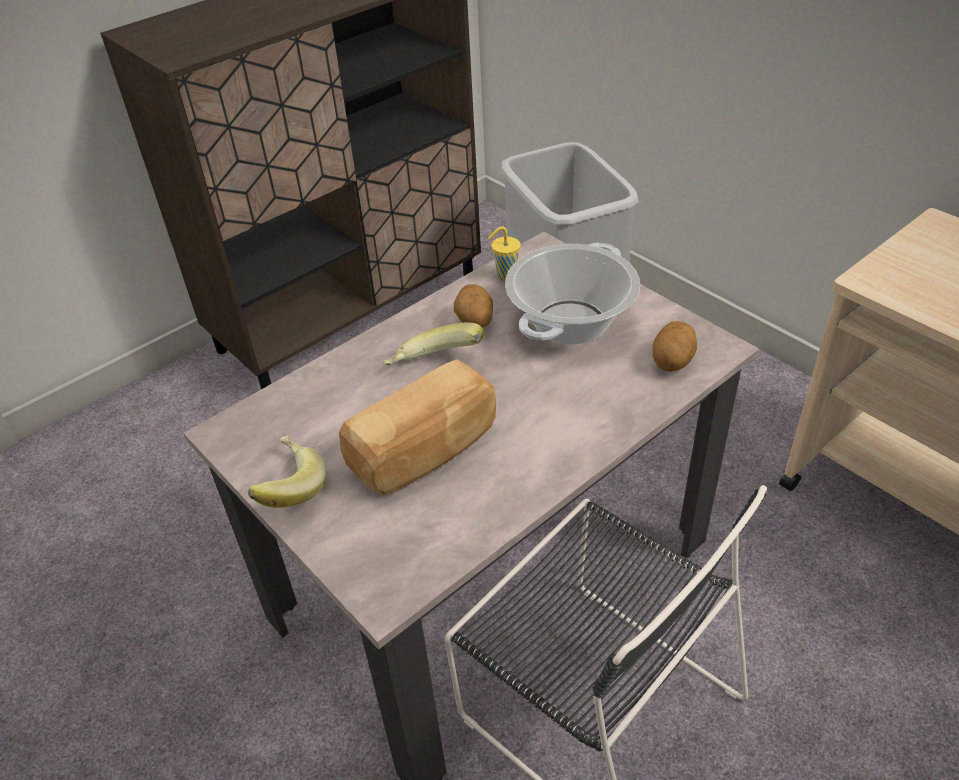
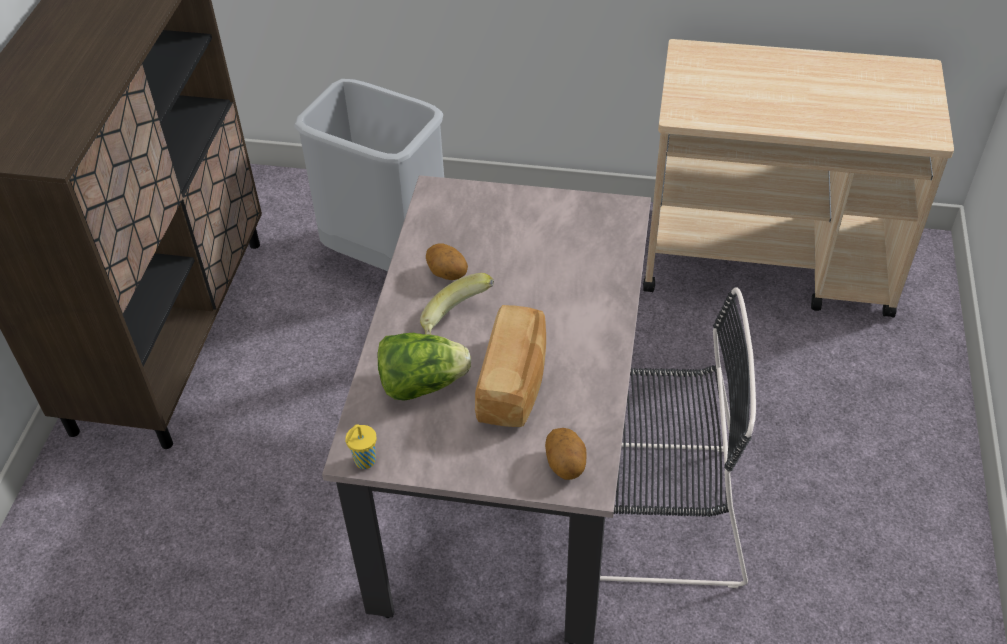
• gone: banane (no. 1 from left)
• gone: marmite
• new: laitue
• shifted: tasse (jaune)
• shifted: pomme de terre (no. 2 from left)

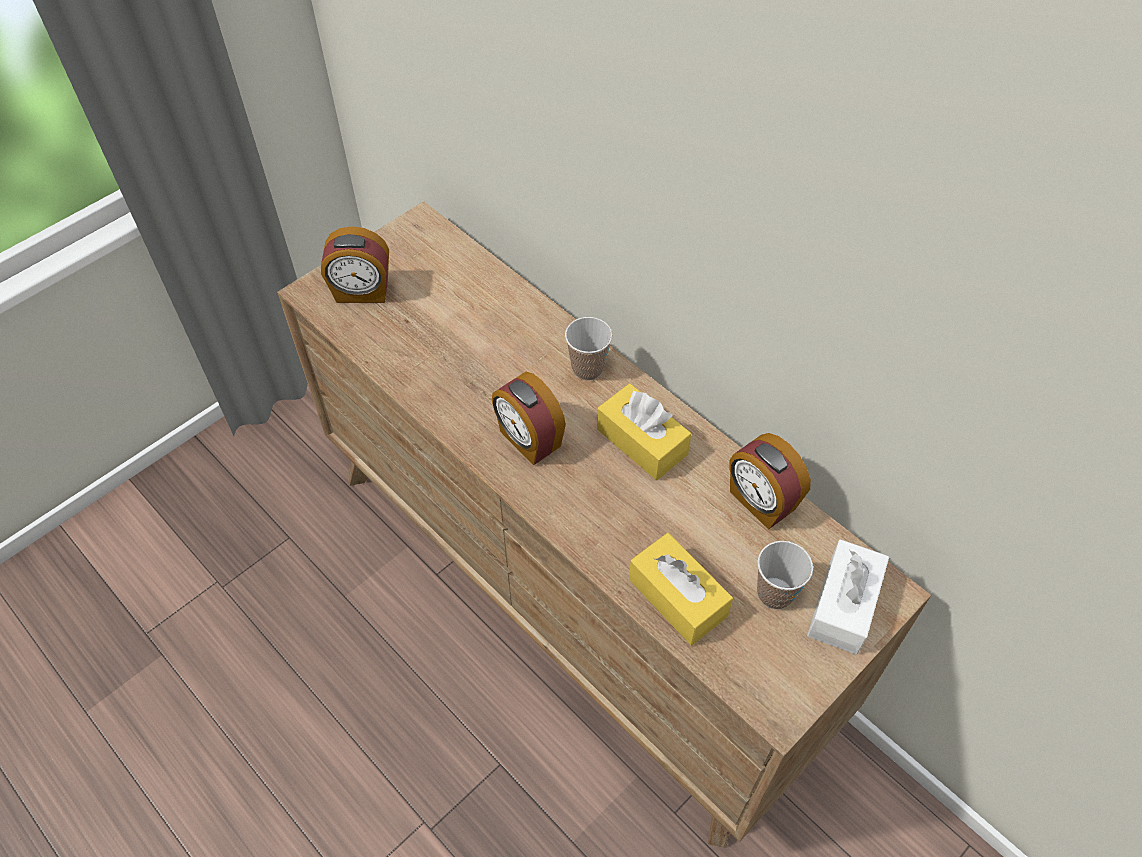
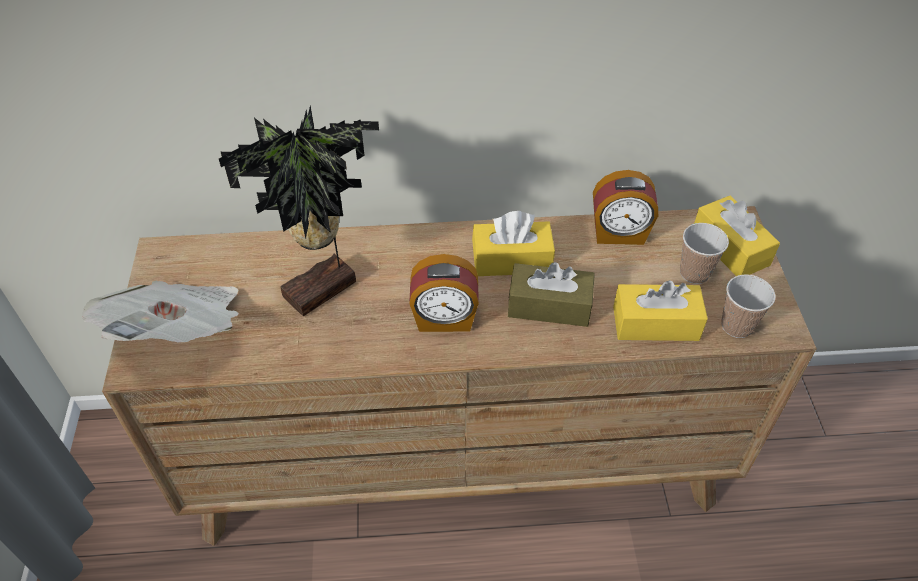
• new: plante en pot
• new: boîte à mouchoirs (marron)
• shifted: tasse (no. 1 from left in the first image) to tasse (no. 2 from left)
• swapped: réveil (no. 1 from left) to journal
• repainted: boîte à mouchoirs (blanc) to boîte à mouchoirs (jaune) (no. 3 from left)

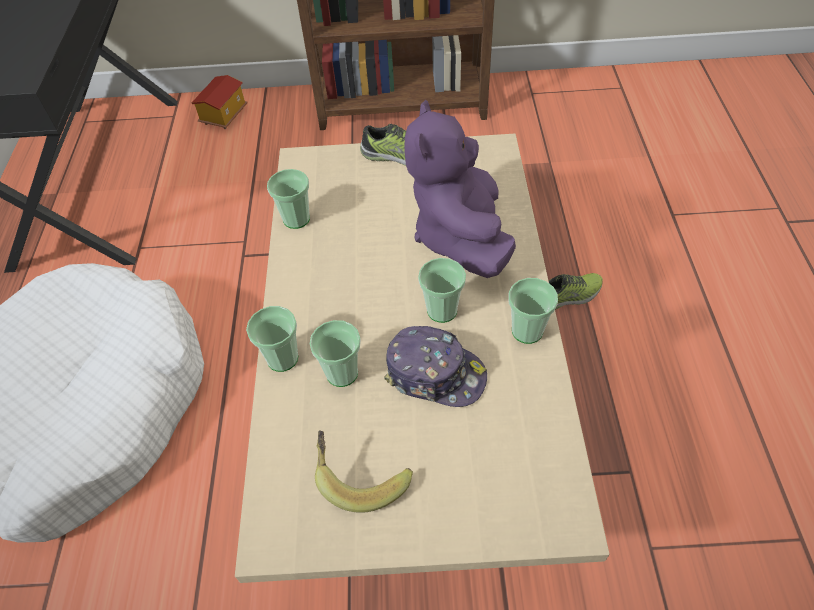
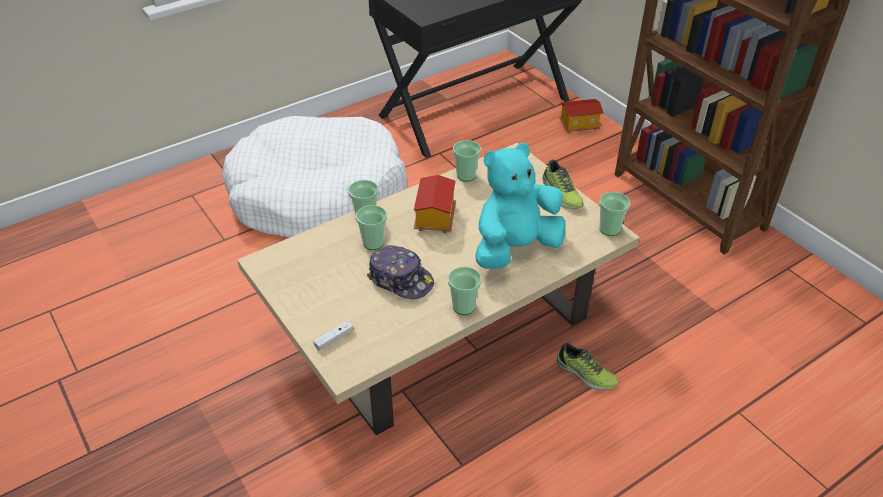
• gone: banane
• new: manette (blanc)
• new: maison miniature (no. 1 from left)
• shifted: tasse (no. 4 from left in the first image) to tasse (no. 5 from left)
• repainted: peluche (violet) to peluche (turquoise)
• rotated: casquette 45 degrees counterclockwise

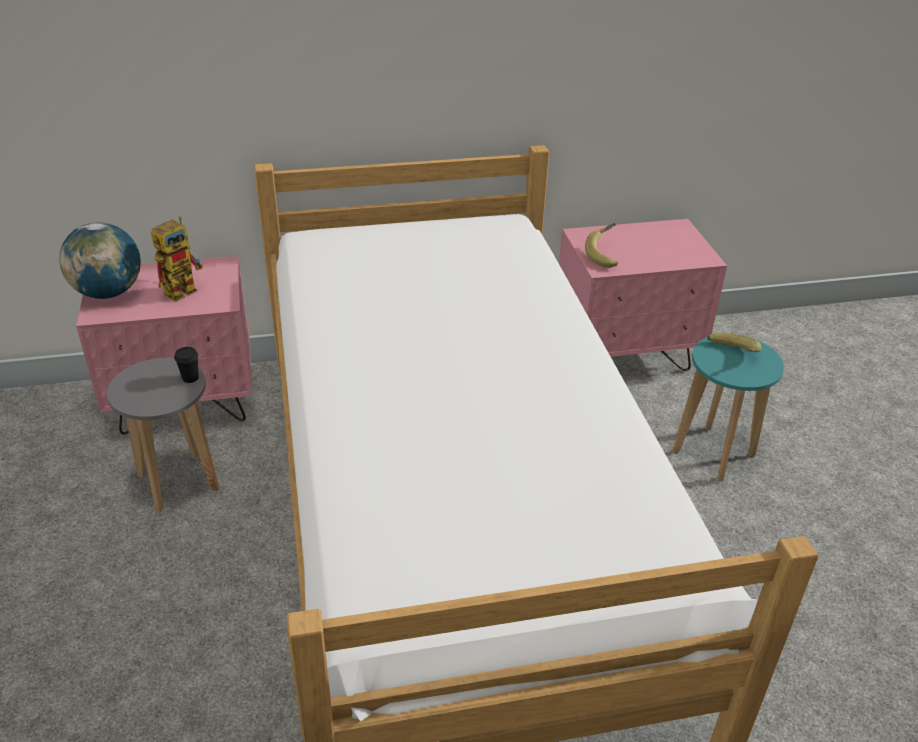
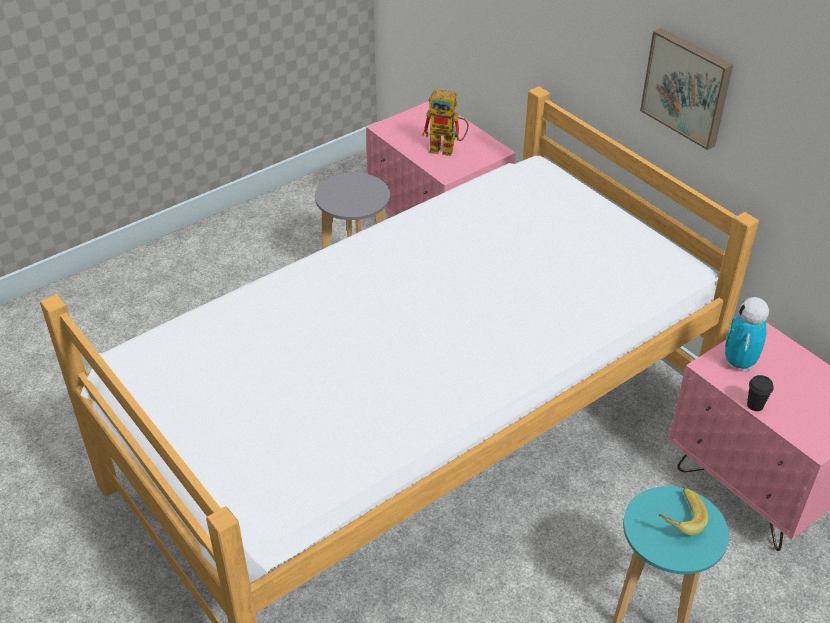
• gone: globe
• new: tableau
• shifted: tasse (noir)
• swapped: banane (no. 1 from left) to robot jouet (no. 2 from left)

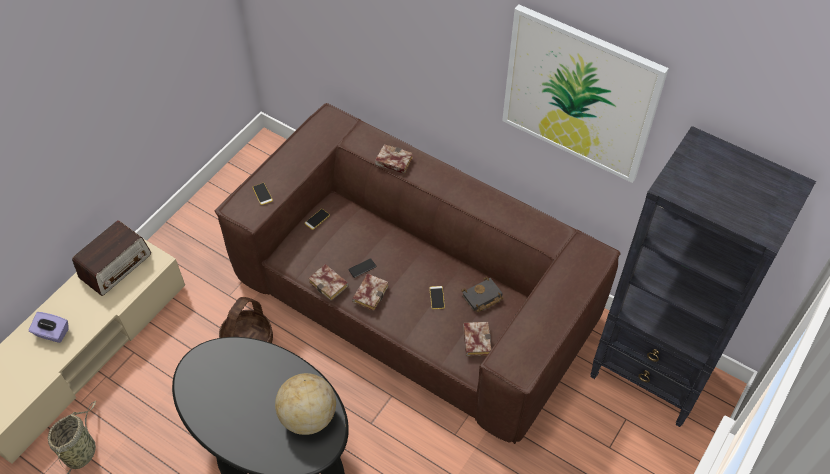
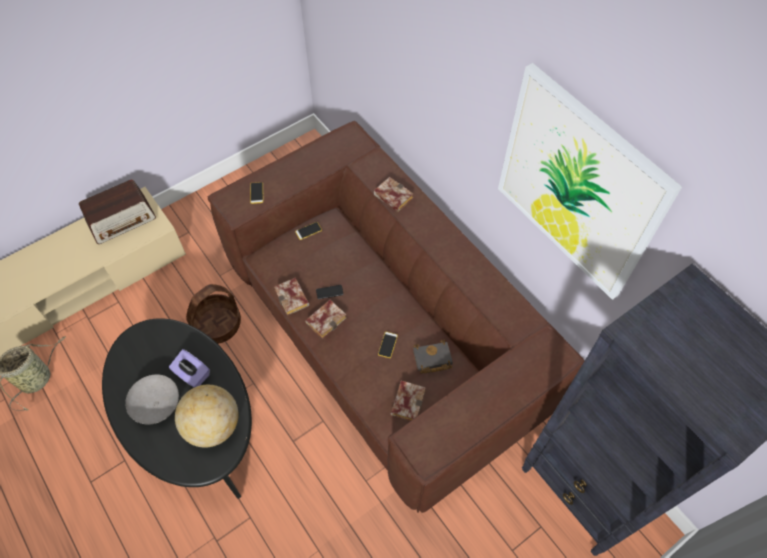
• new: bol (gris)
• shifted: boîte à mouchoirs (violet)

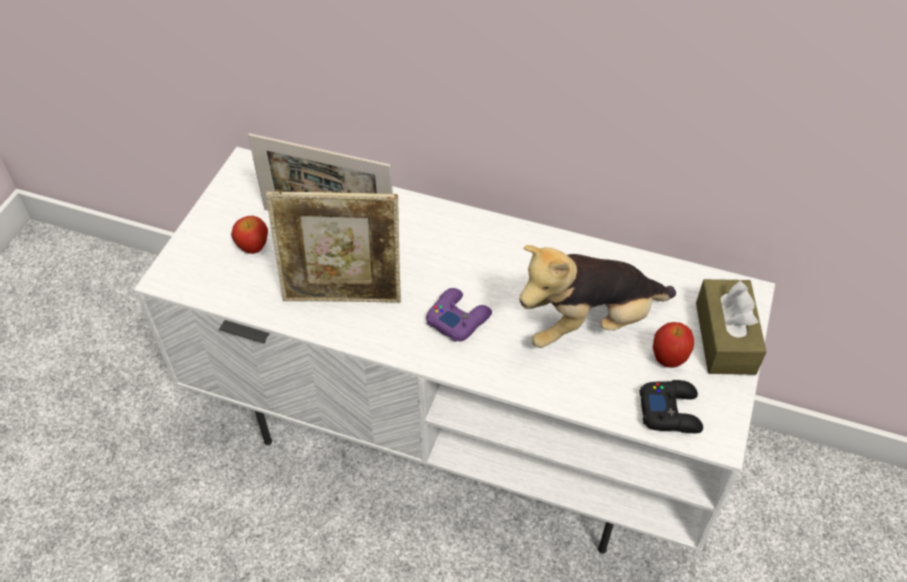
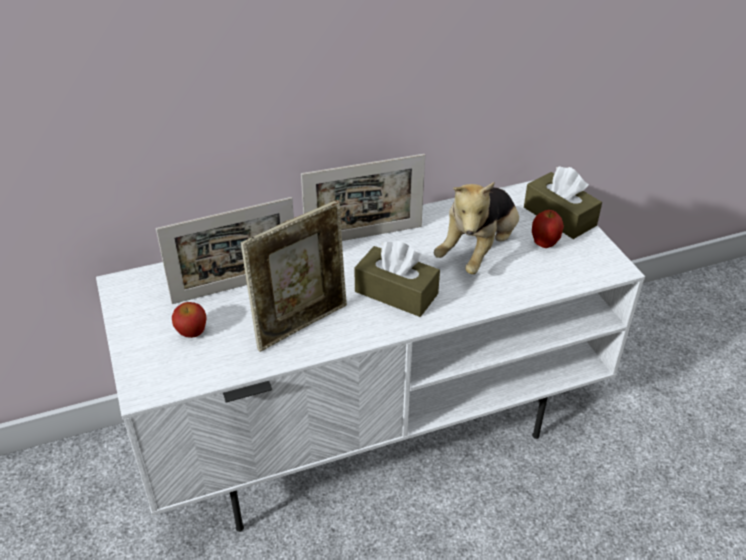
• gone: manette (noir)
• new: cadre photo (no. 3 from left)
• swapped: manette (violet) to boîte à mouchoirs (marron) (no. 1 from left)

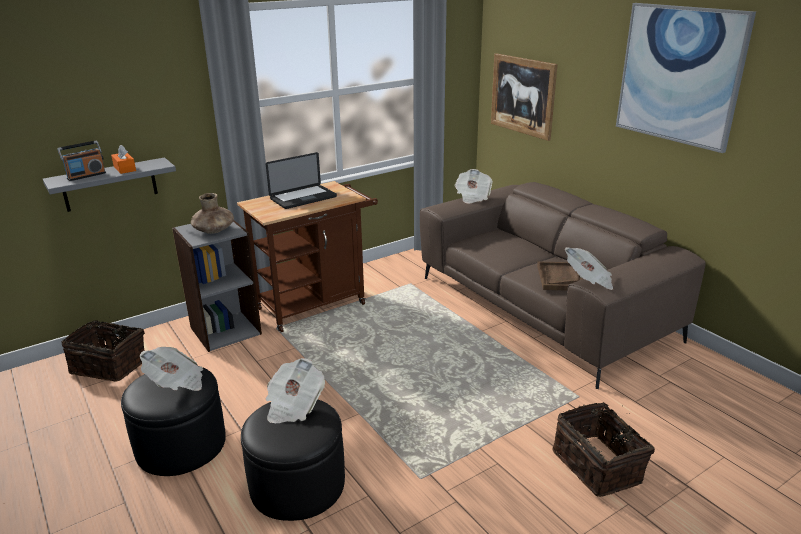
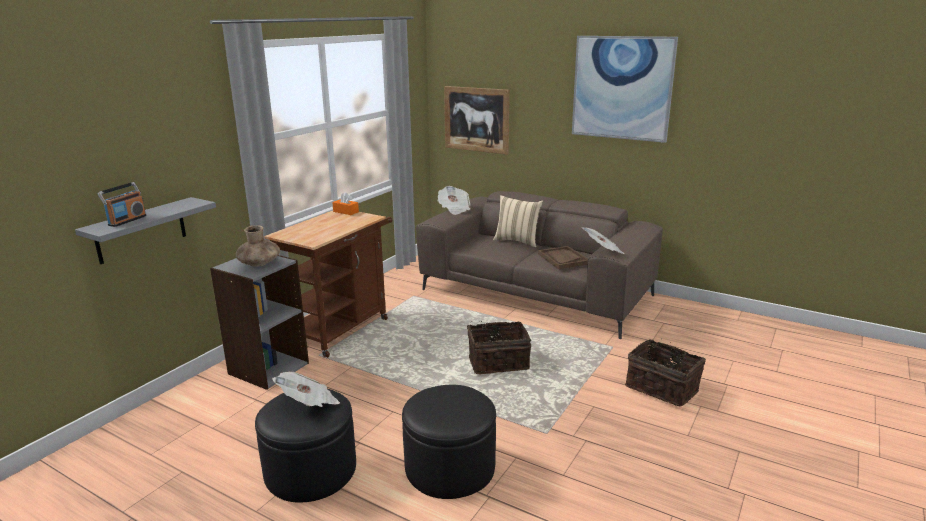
• gone: ordinateur portable
• gone: journal (no. 2 from left)
• new: coussin (beige)
• shifted: panier (no. 1 from left)
• shifted: boîte à mouchoirs (orange)

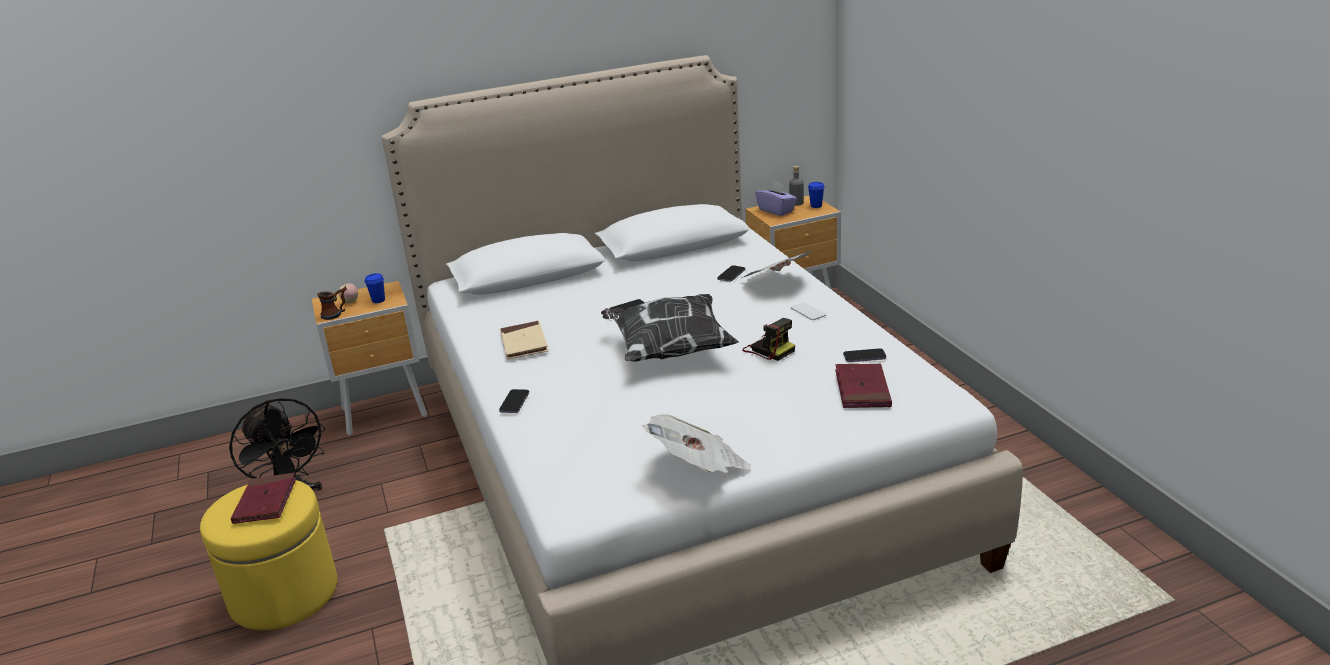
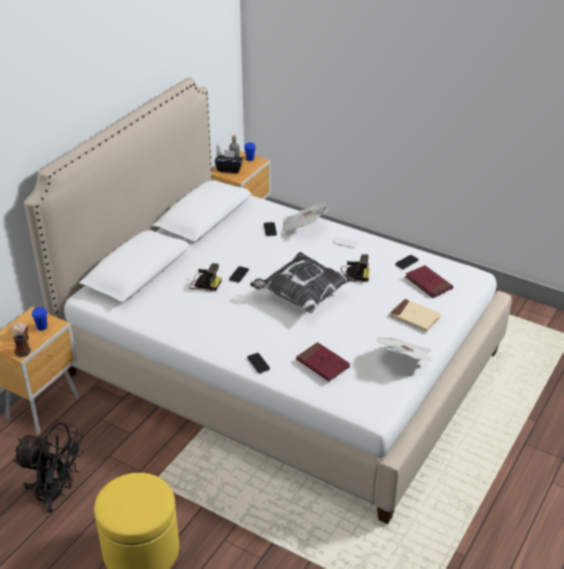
• new: appareil photo (no. 1 from left)
• shifted: livre (rouge) (no. 1 from left)
• shifted: livre (beige)
• repainted: boîte à mouchoirs (violet) to boîte à mouchoirs (noir)

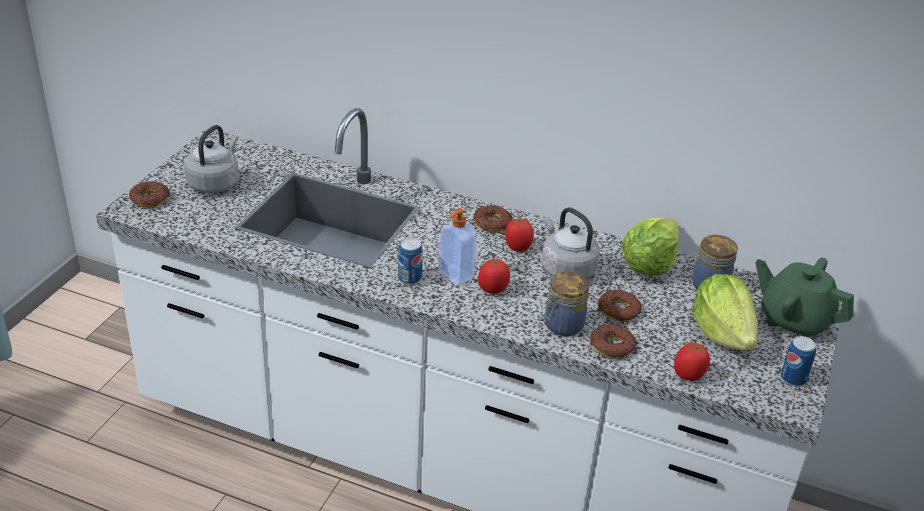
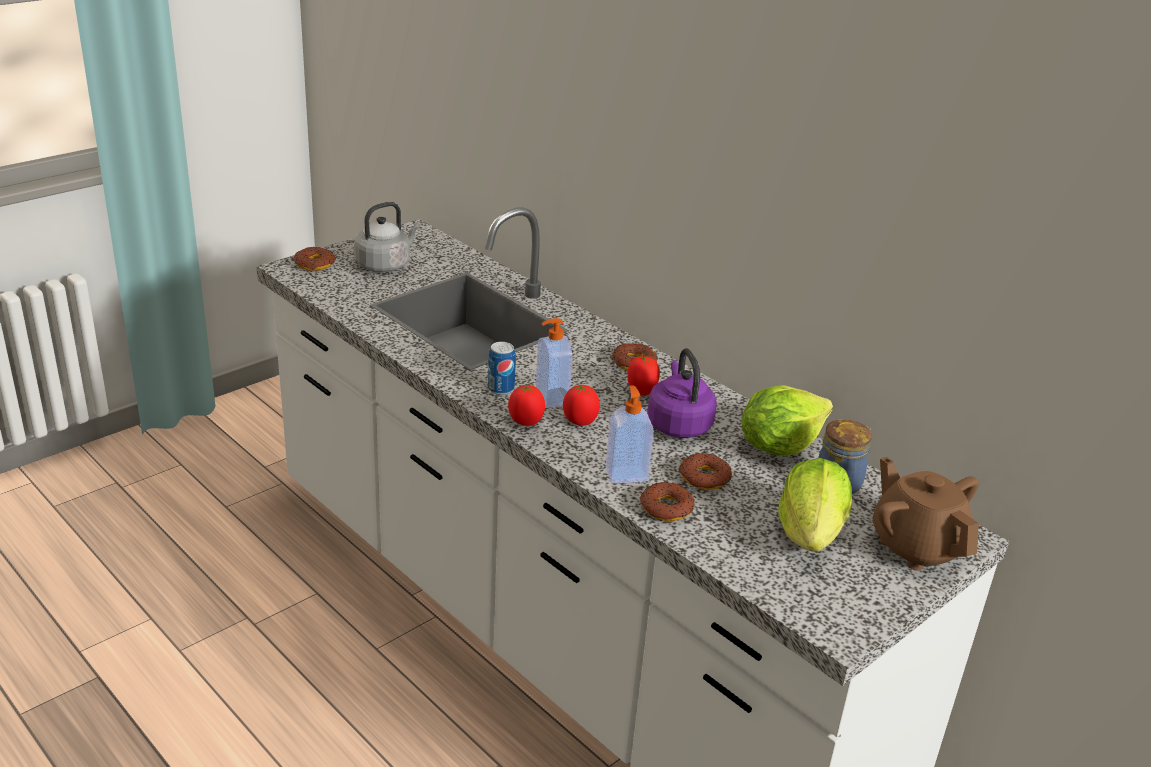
• gone: boîte métallique (no. 2 from left)
• shifted: tomate (no. 3 from left in the first image) to tomate (no. 1 from left)
• swapped: bocal (no. 1 from left) to distributeur de savon (no. 2 from left)
• repainted: bouilloire (gris) (no. 2 from left) to bouilloire (violet)
• repainted: théière (vert) to théière (marron)

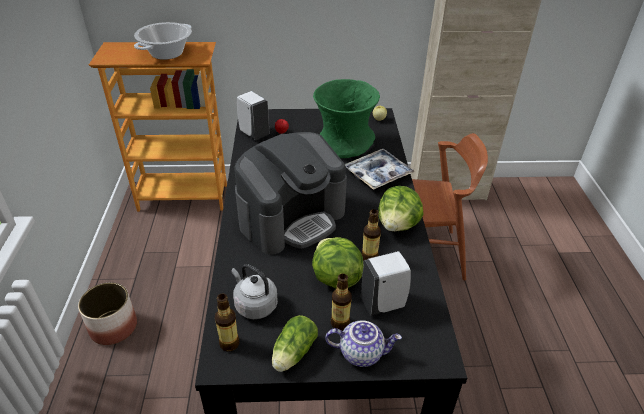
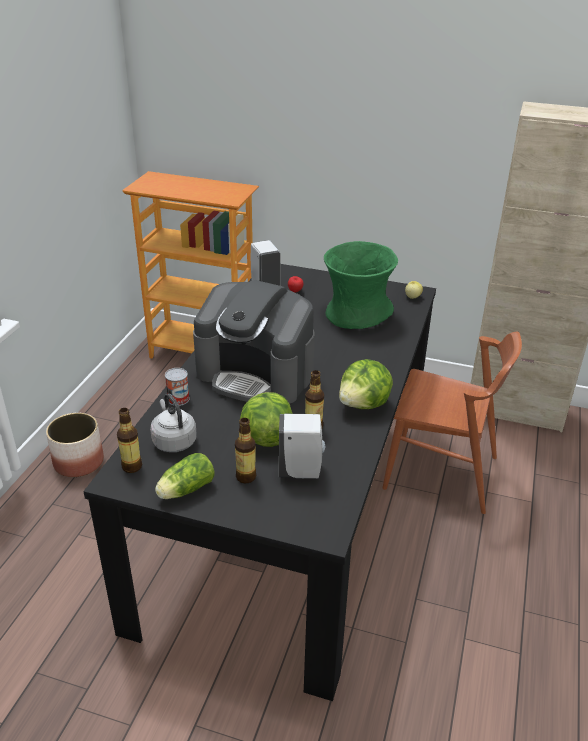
• gone: marmite
• gone: théière
• gone: plateau
• new: boîte métallique
• rotated: machine à café 45 degrees clockwise

